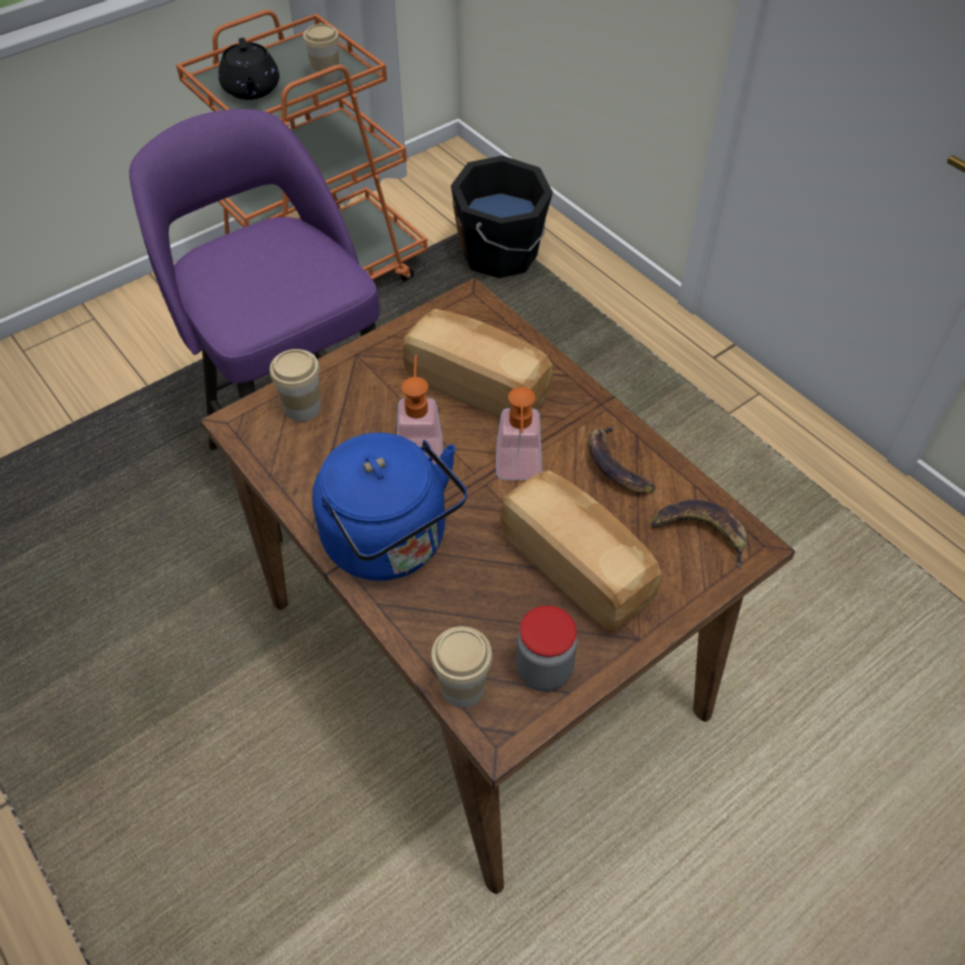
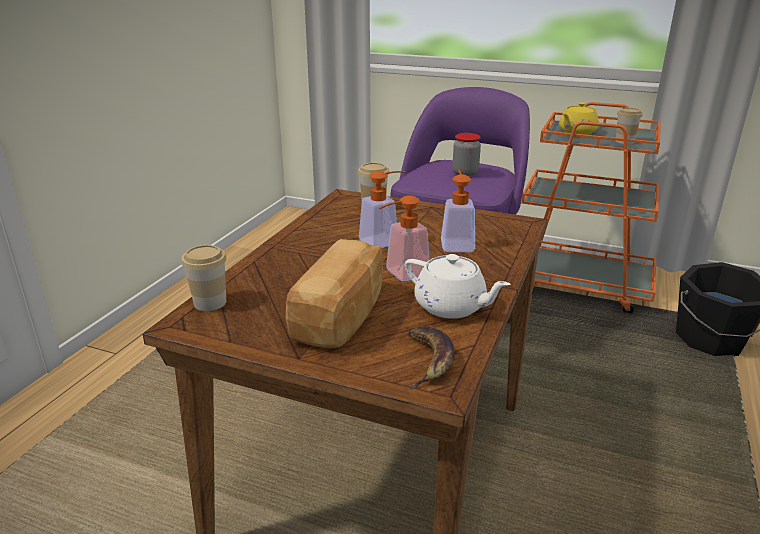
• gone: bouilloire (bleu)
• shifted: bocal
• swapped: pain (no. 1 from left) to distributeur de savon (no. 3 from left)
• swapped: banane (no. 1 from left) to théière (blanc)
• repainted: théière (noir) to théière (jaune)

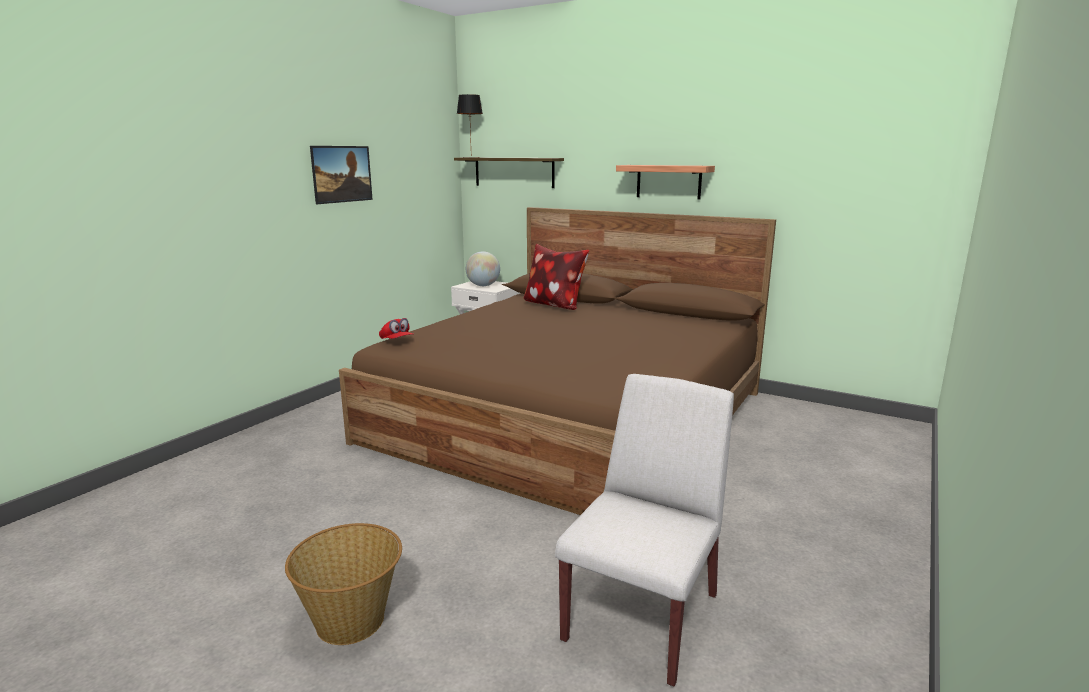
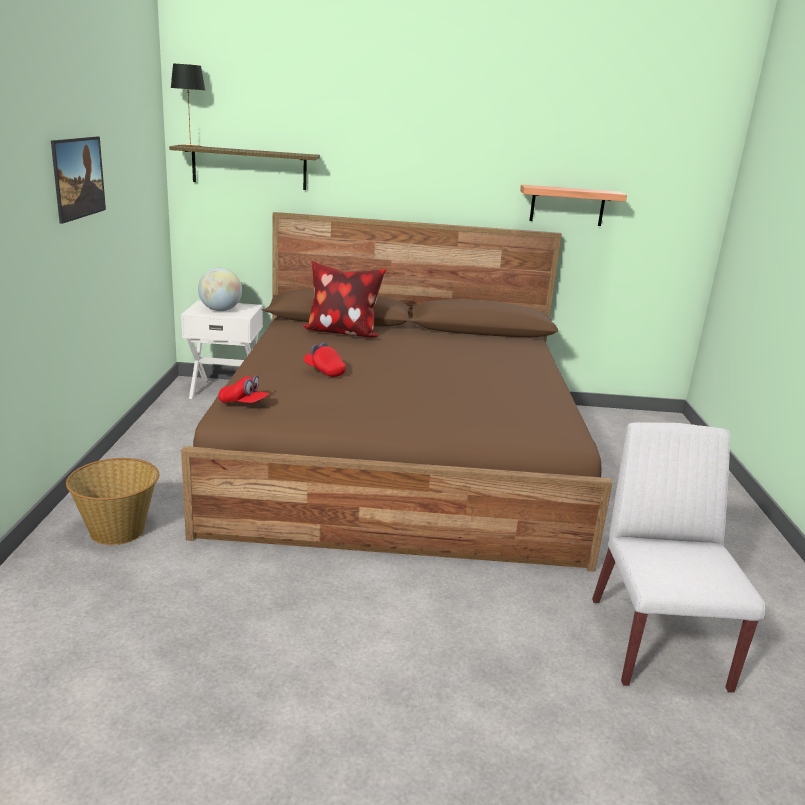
• new: casquette (rouge) (no. 2 from left)
• shifted: panier
• shifted: étagère (no. 2 from left)

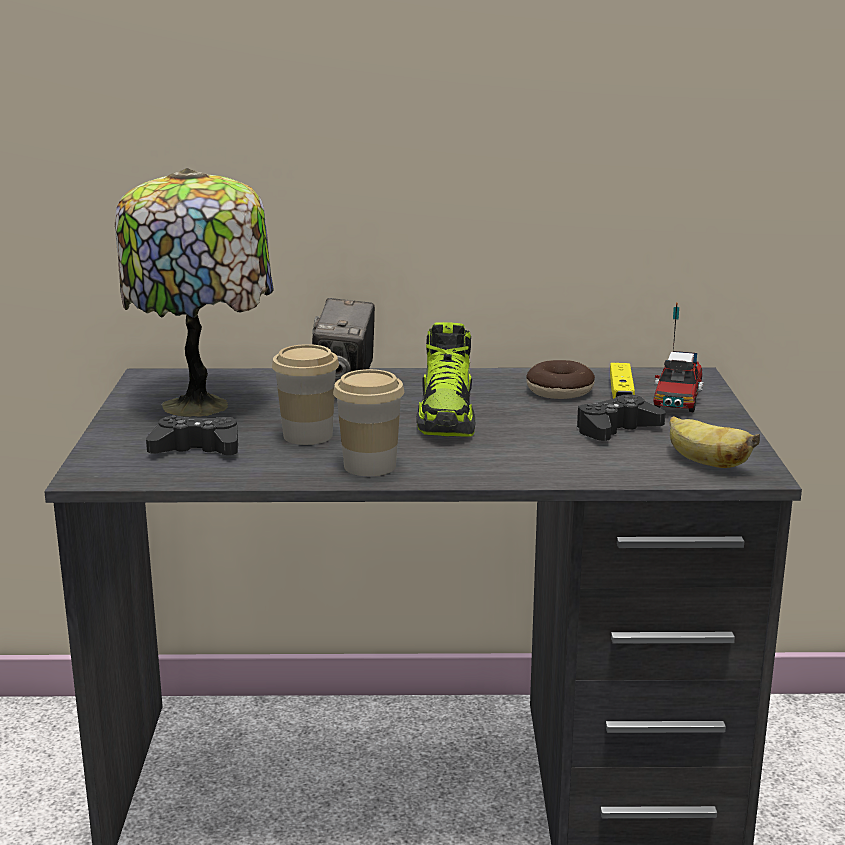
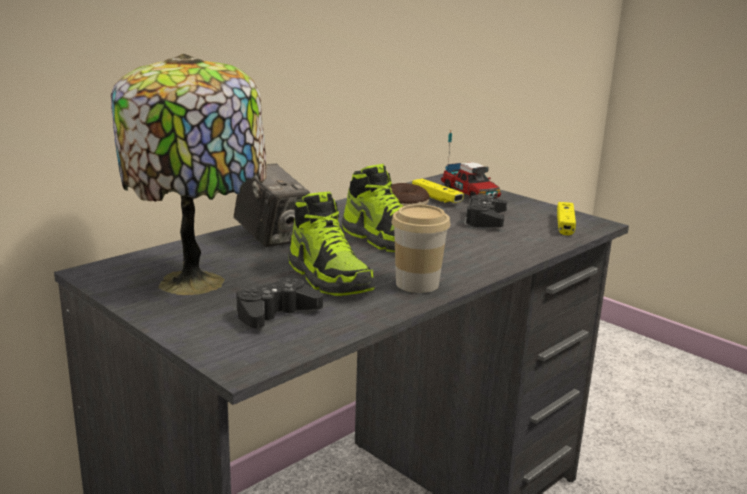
• swapped: tasse (no. 1 from left) to chaussure (no. 1 from left)
• swapped: banane to manette (jaune) (no. 2 from left)

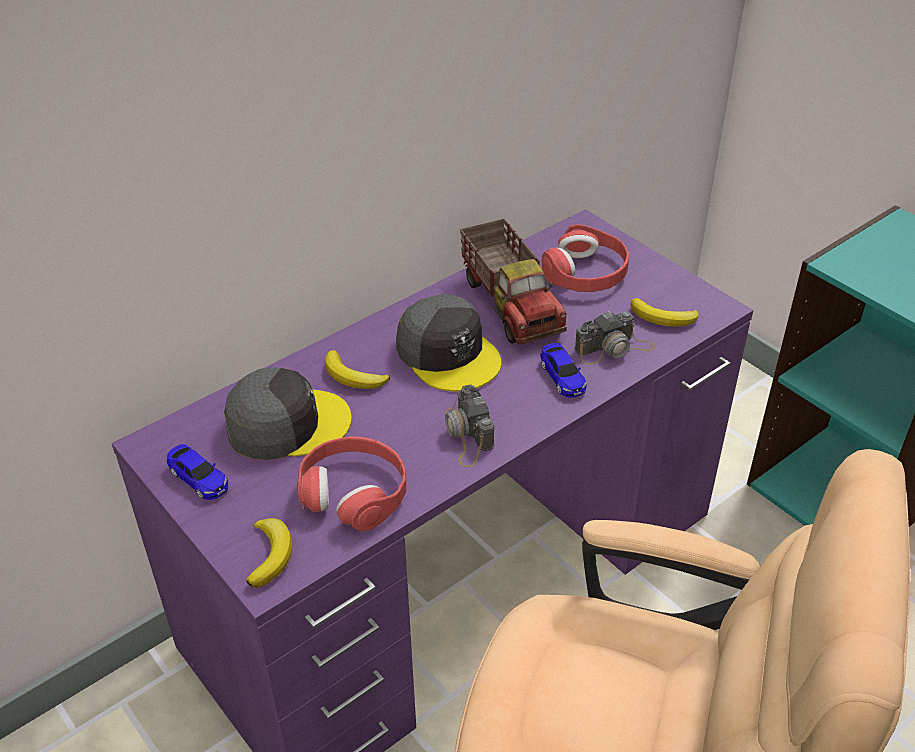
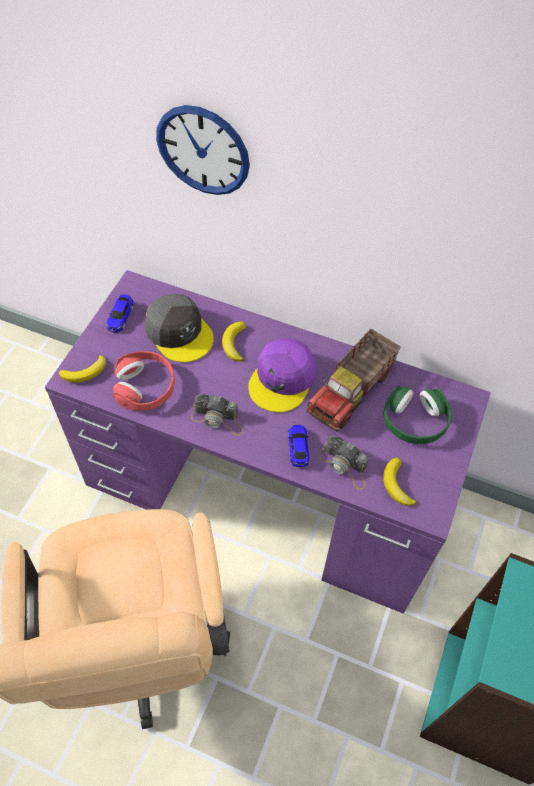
• new: horloge murale
• repainted: casquette (gris) (no. 2 from left) to casquette (violet)
• repainted: casque audio (rouge) (no. 2 from left) to casque audio (vert)
• rotated: appareil photo (no. 1 from left) 120 degrees counterclockwise
• rotated: petite voiture (no. 2 from left) 135 degrees clockwise

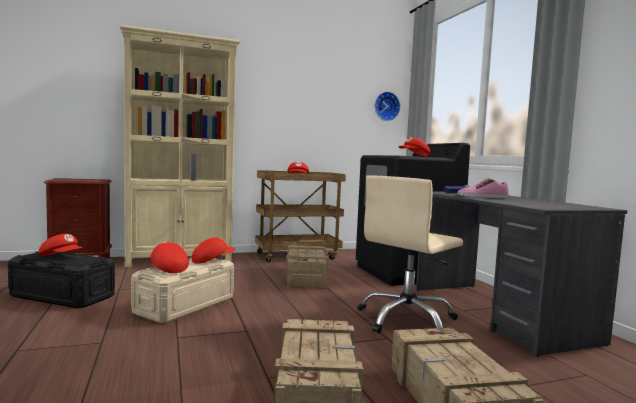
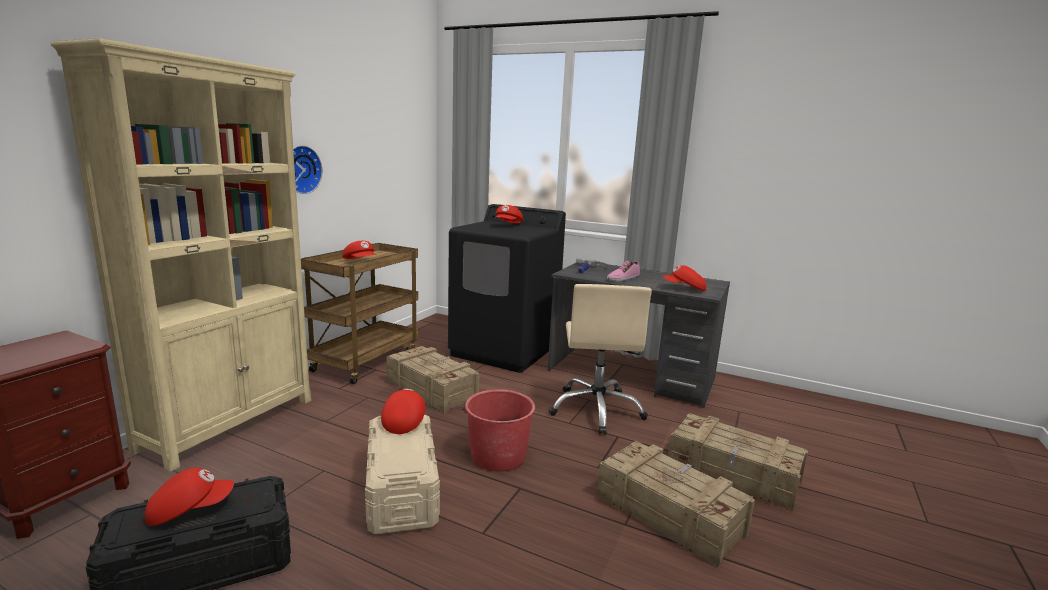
• new: seau (rouge)
• shifted: casquette (rouge) (no. 2 from left in the first image) to casquette (rouge) (no. 5 from left)
• shifted: horloge murale

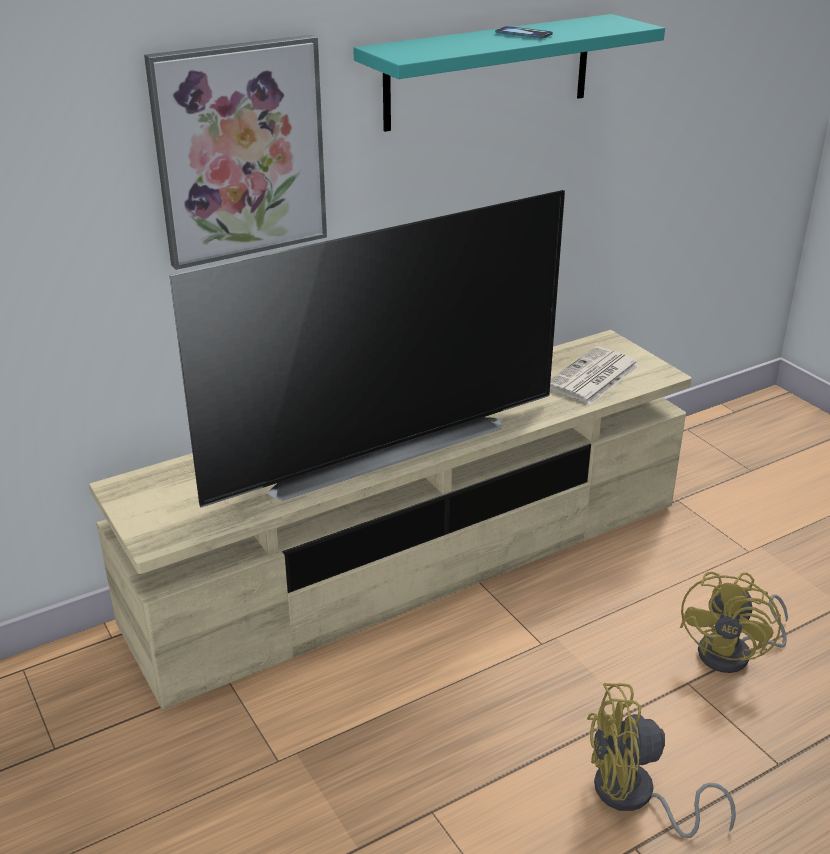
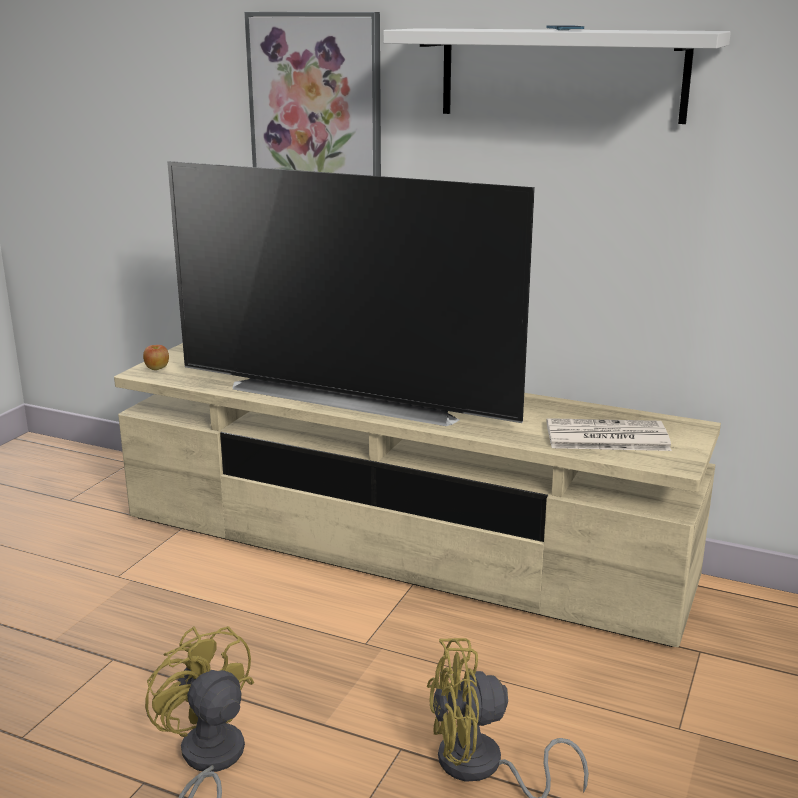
• new: pomme
• repainted: étagère (turquoise) to étagère (blanc)

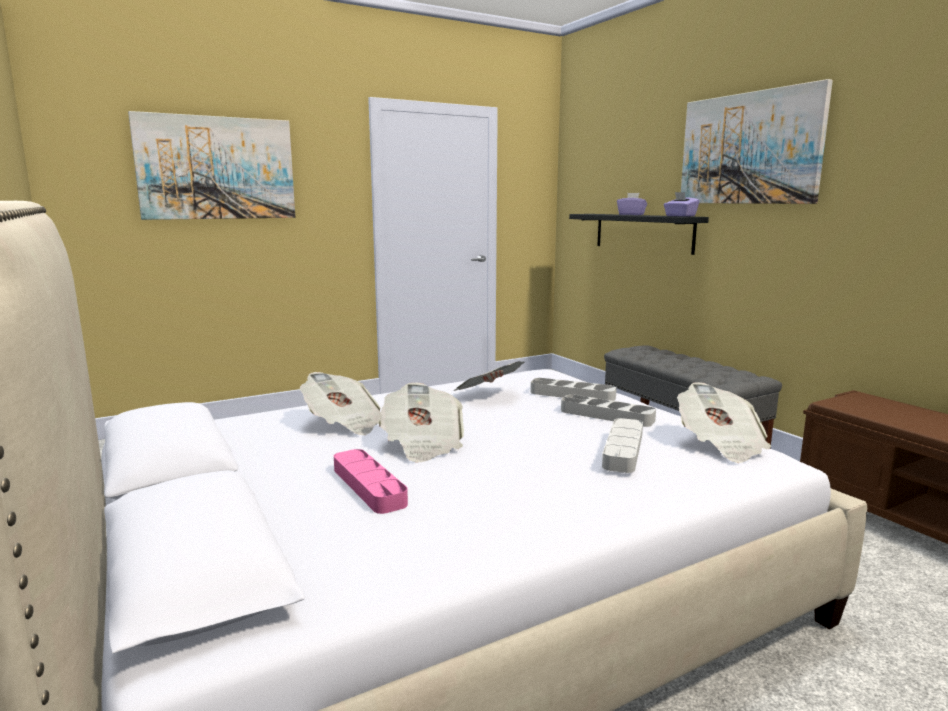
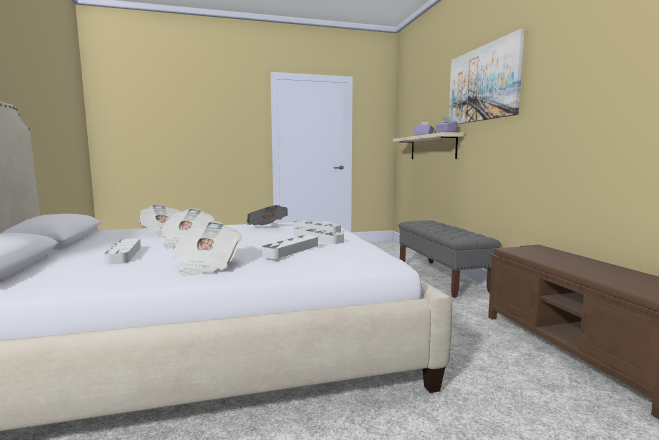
• gone: tableau (no. 1 from left)
• shifted: journal (no. 4 from left in the first image) to journal (no. 3 from left)
• repainted: plateau (rose) to plateau (gris) (no. 1 from left)
• repainted: étagère (noir) to étagère (beige)

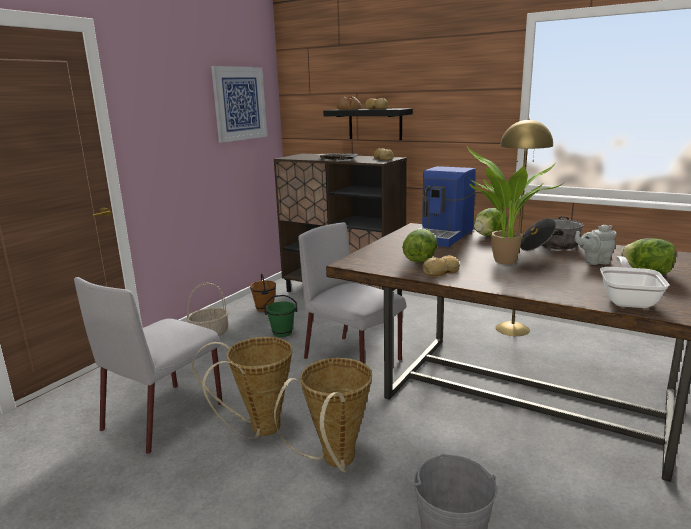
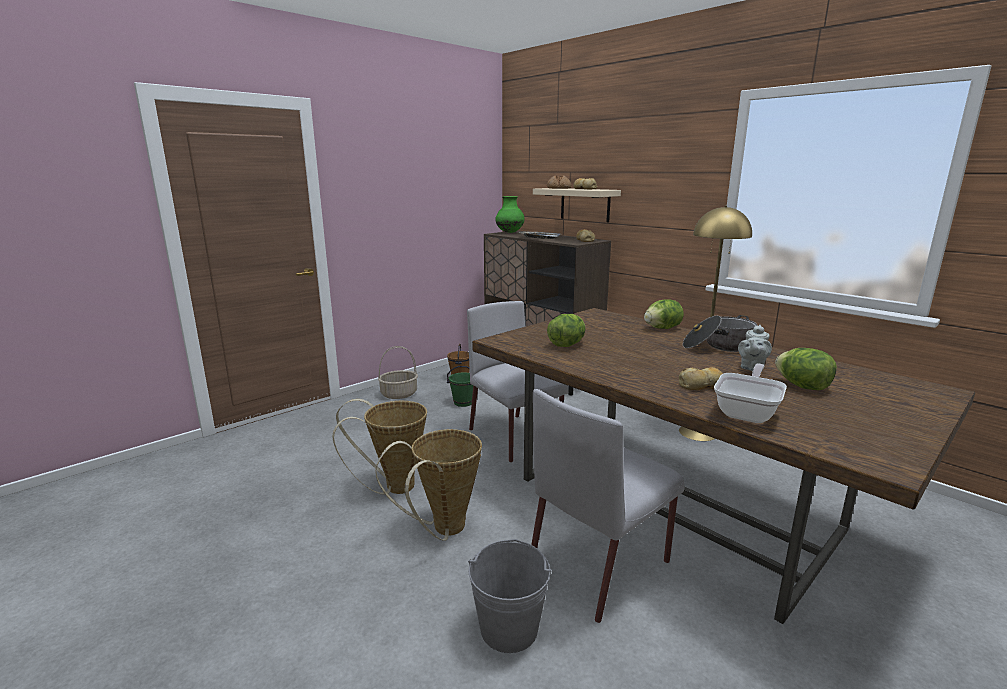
• gone: tableau
• gone: machine à café
• gone: plante en pot
• new: vase (vert)
• shifted: chaise (gris) (no. 1 from left in the first image) to chaise (gris) (no. 2 from left)
• shifted: pain (no. 4 from left)
• repainted: étagère (noir) to étagère (beige)
• rotated: théière (gris) 75 degrees counterclockwise

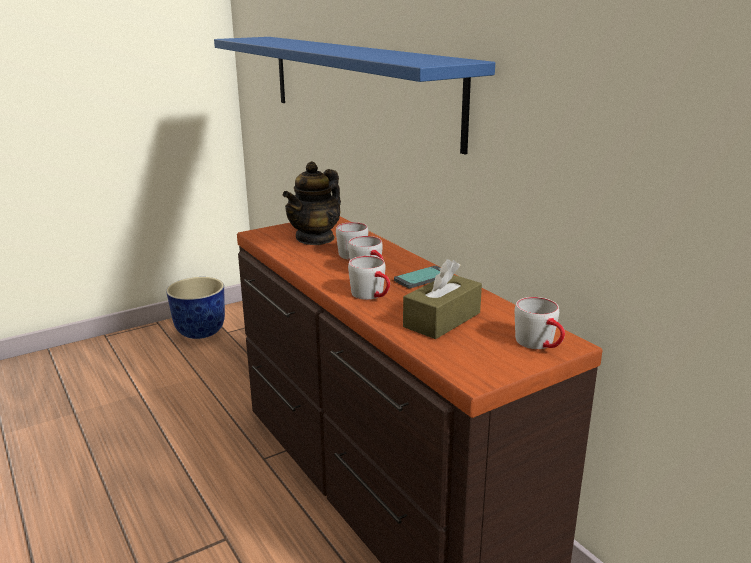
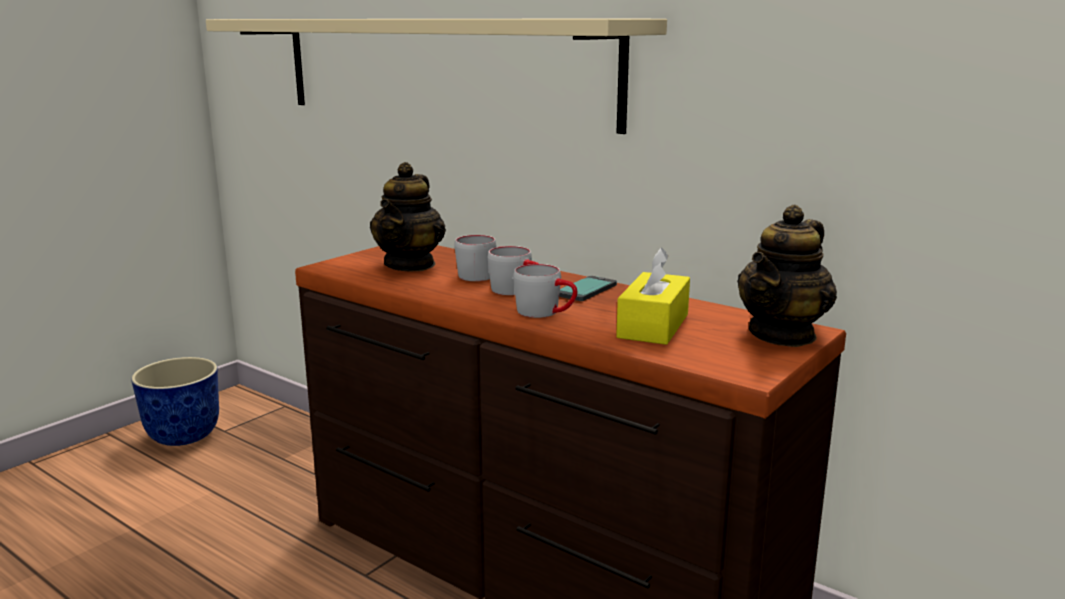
• swapped: mug (gris) (no. 4 from left) to théière (no. 2 from left)
• repainted: étagère (bleu) to étagère (beige)
• repainted: boîte à mouchoirs (marron) to boîte à mouchoirs (jaune)

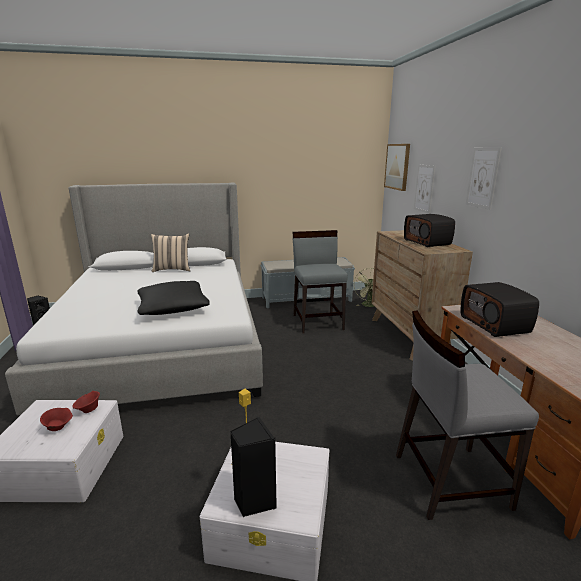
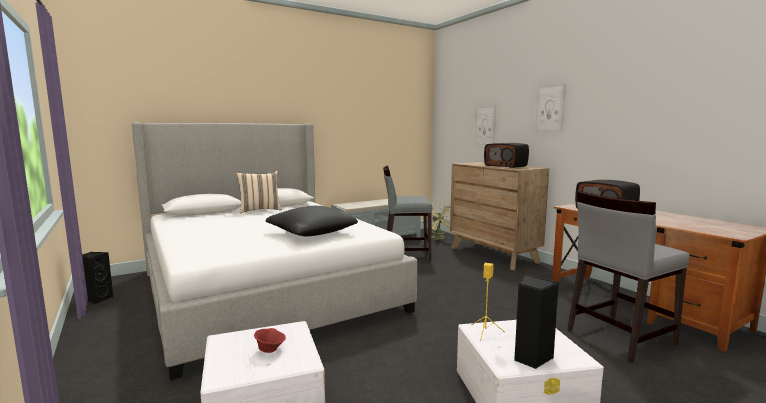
• gone: bol (rouge) (no. 2 from left)
• gone: tableau (no. 1 from left)
• rotated: chaise (gris) (no. 1 from left) 60 degrees counterclockwise

